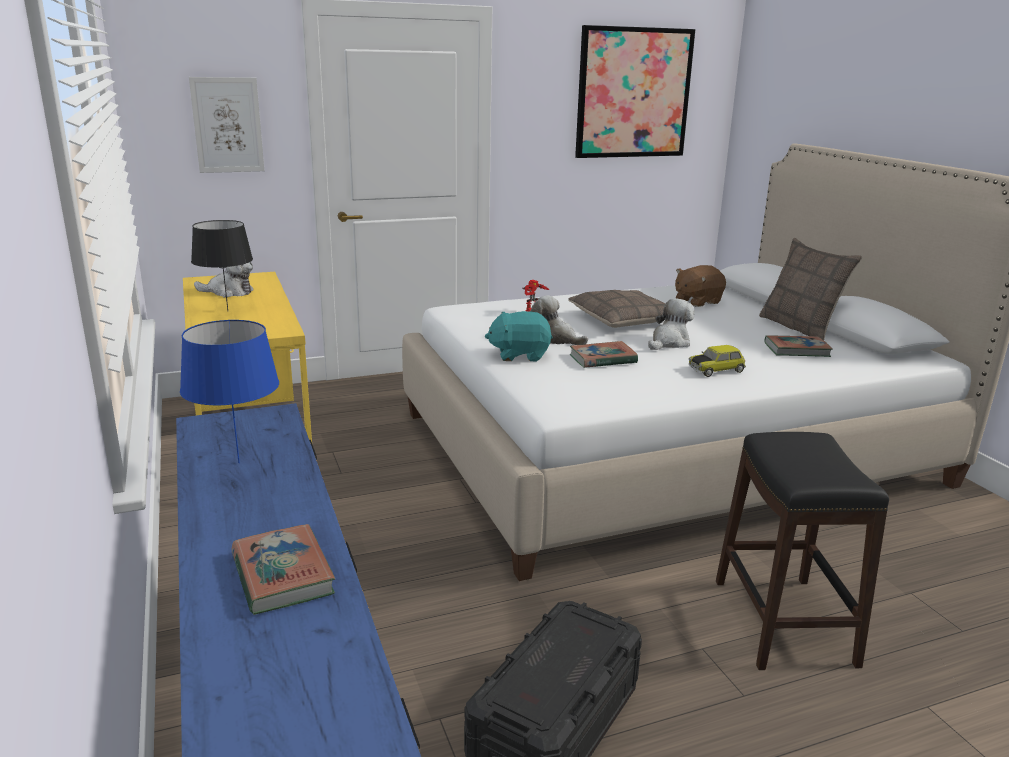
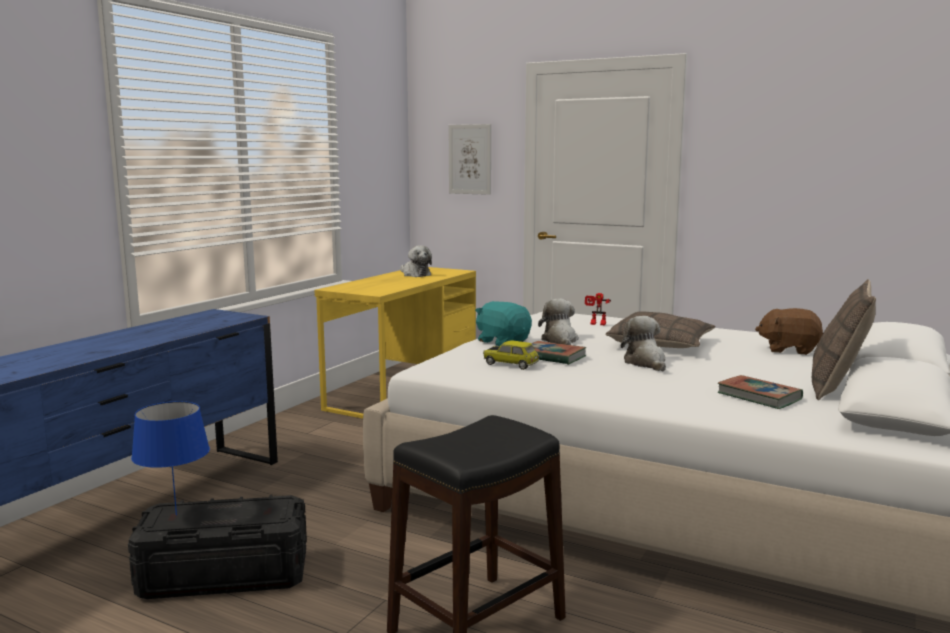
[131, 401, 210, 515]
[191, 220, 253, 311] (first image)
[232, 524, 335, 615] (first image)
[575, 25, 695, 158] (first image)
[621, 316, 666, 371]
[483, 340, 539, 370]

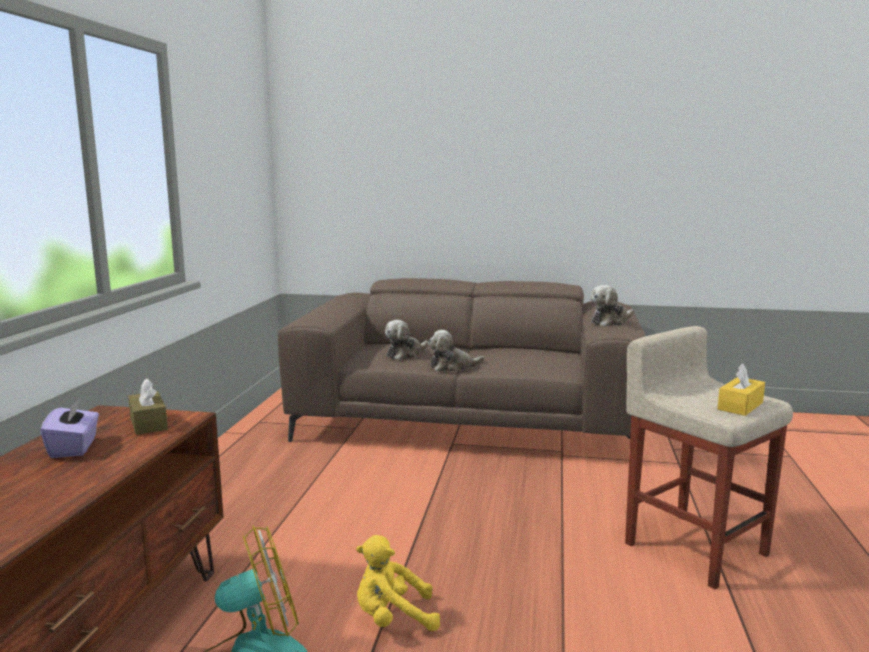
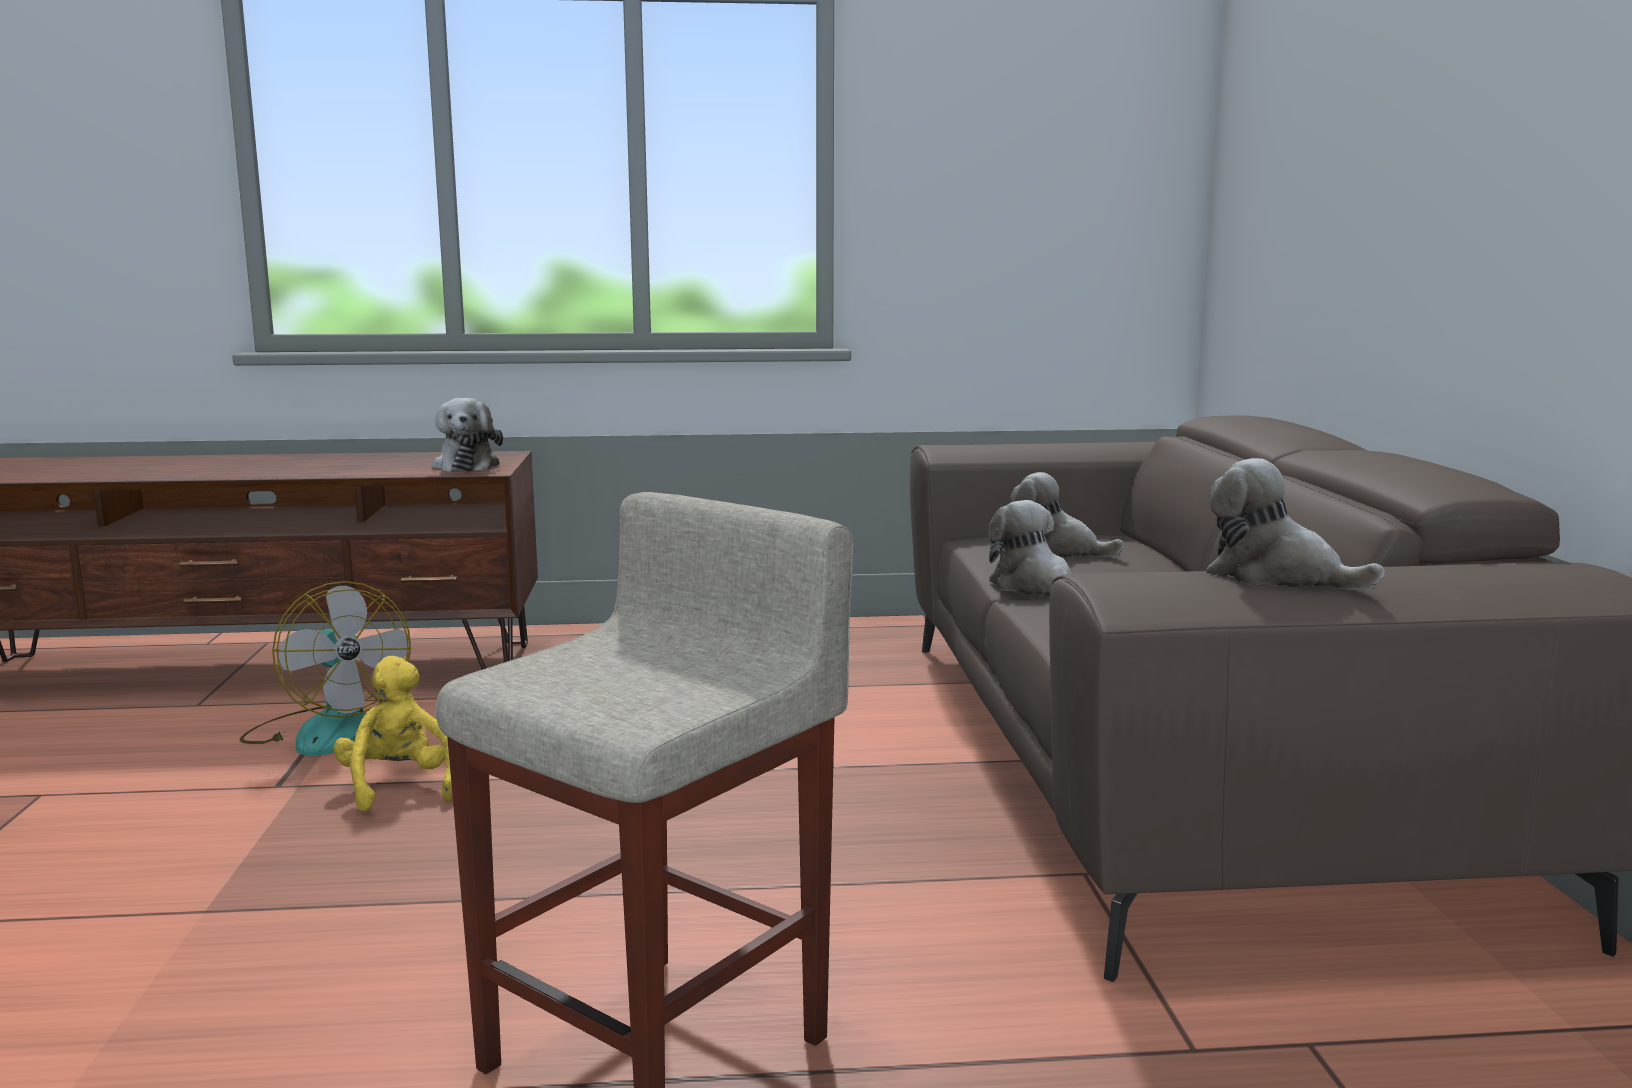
[40, 397, 99, 458] (first image)
[432, 398, 503, 472]
[717, 363, 765, 416] (first image)

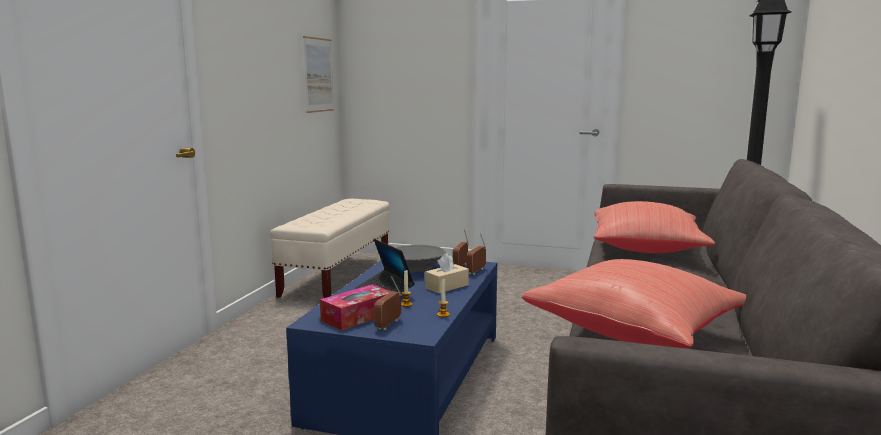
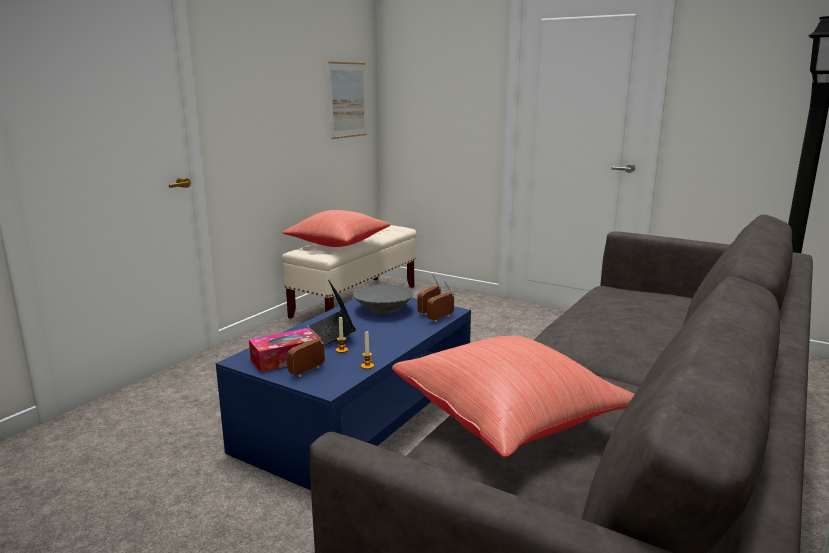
[425, 253, 469, 293] (first image)
[282, 210, 391, 247]

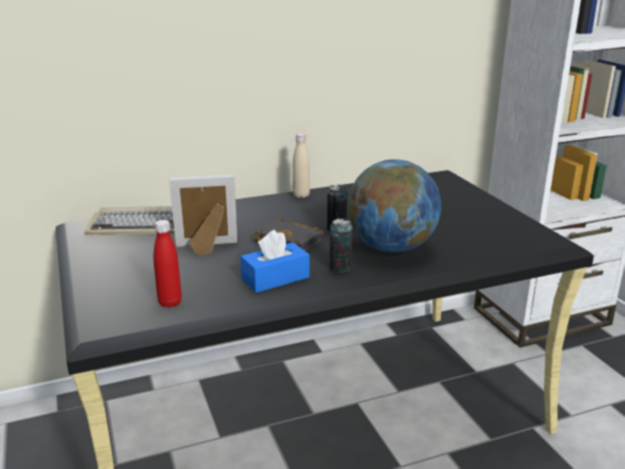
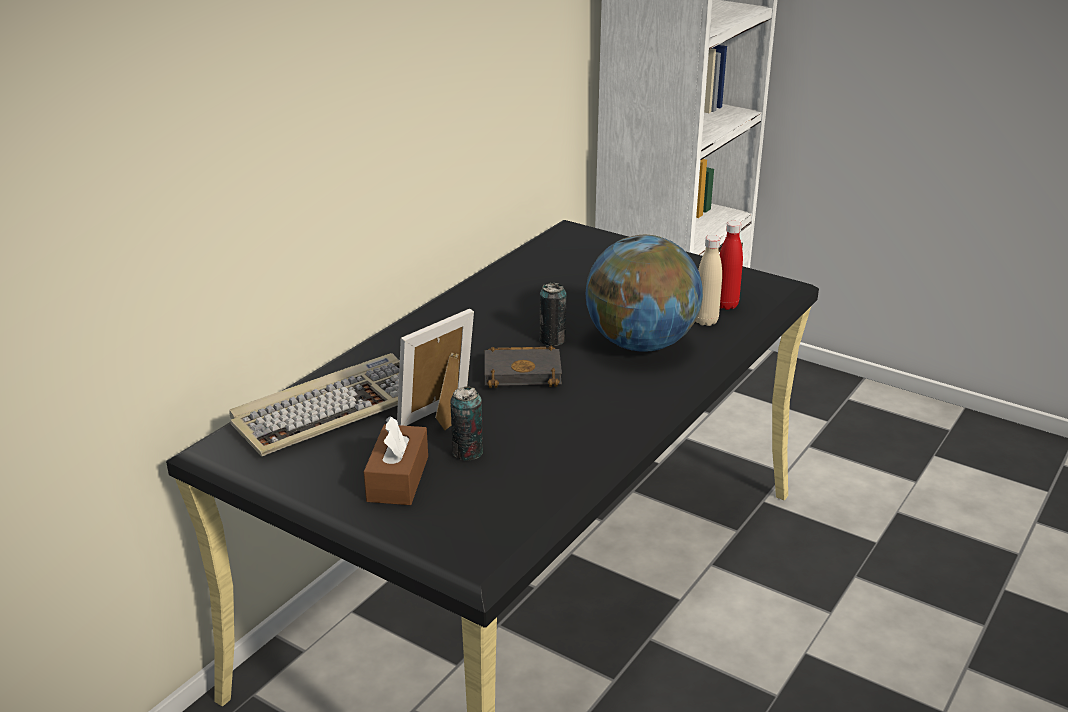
[720, 221, 743, 310]
[240, 230, 309, 293] (first image)
[696, 235, 722, 326]
[450, 386, 483, 461]
[364, 416, 428, 505]

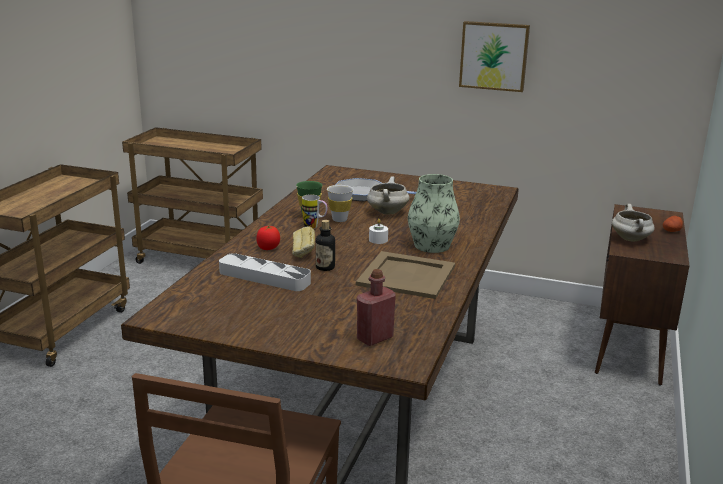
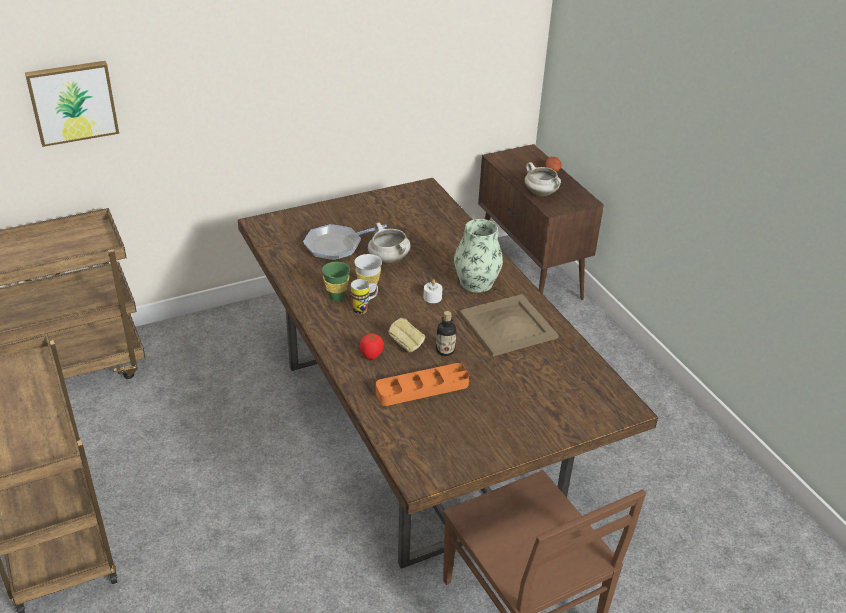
[376, 363, 469, 406]
[357, 269, 396, 346] (first image)
[25, 61, 119, 147]

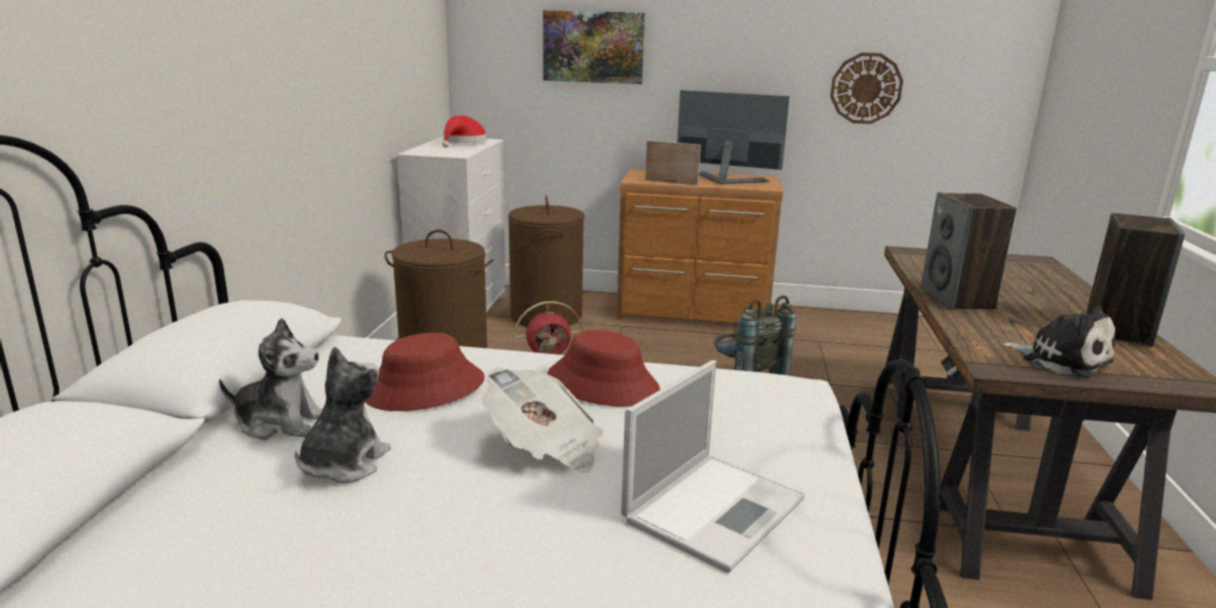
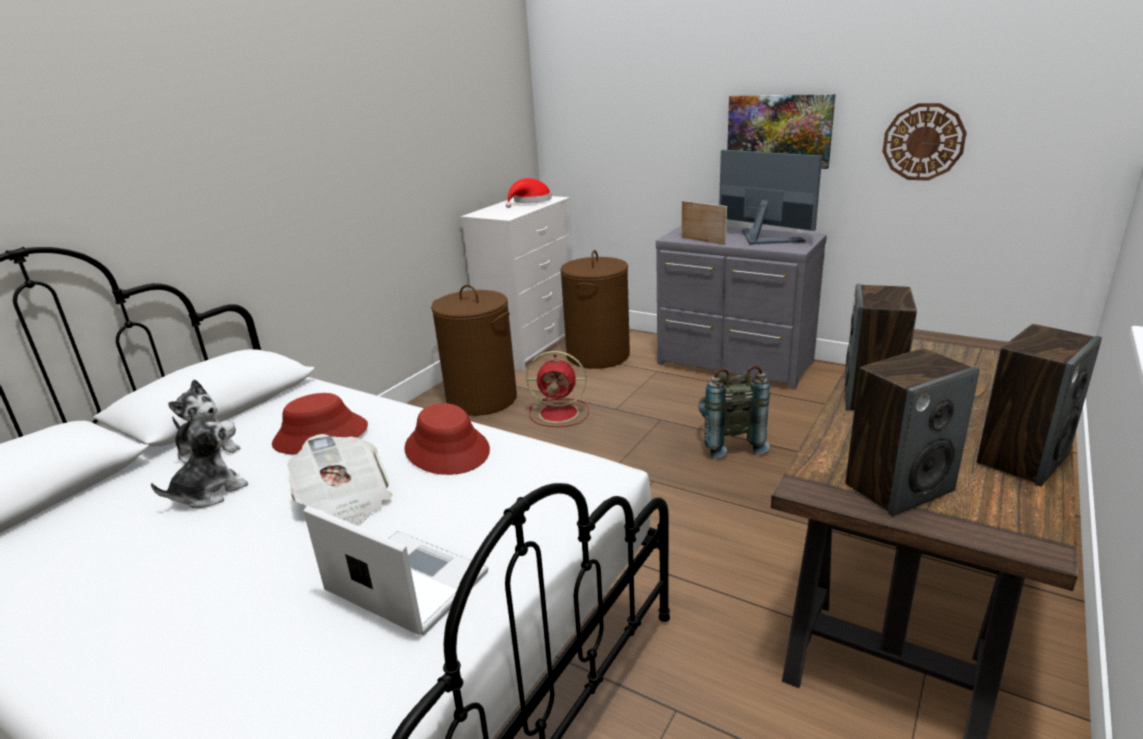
[727, 94, 836, 169]
[656, 225, 827, 390]
[303, 506, 488, 635]
[845, 348, 980, 516]

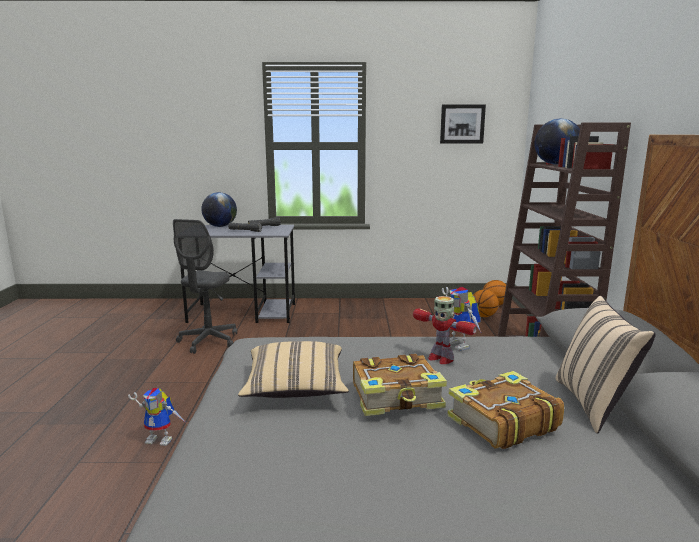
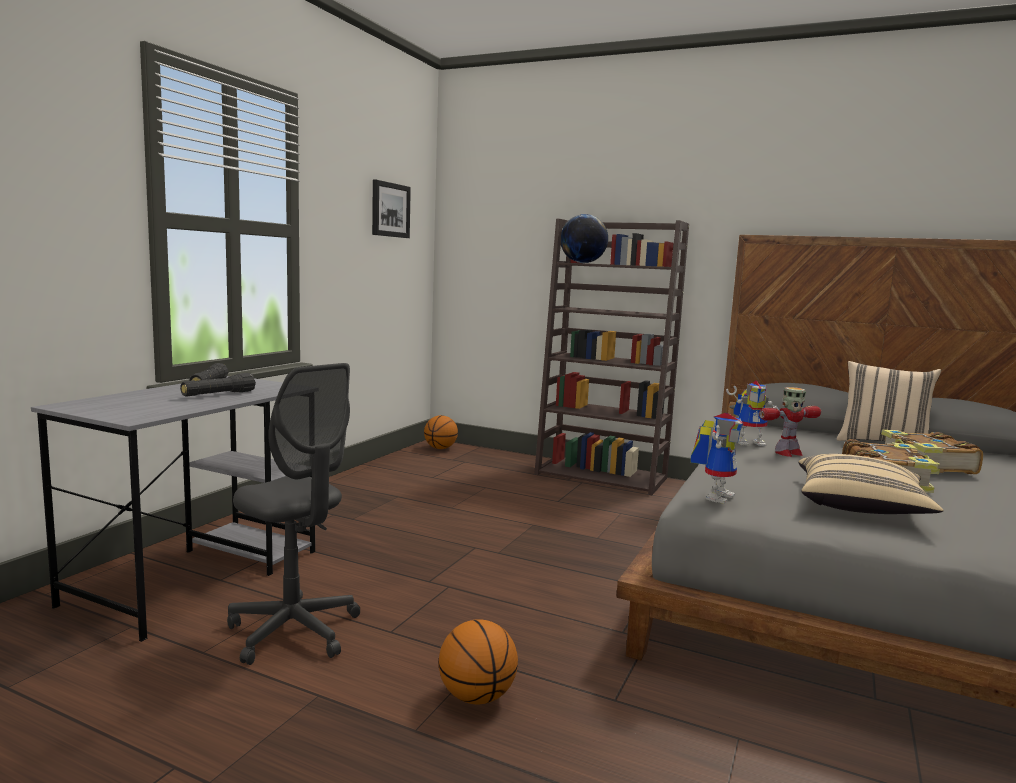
[690, 413, 743, 504]
[202, 192, 237, 227] (first image)
[439, 619, 518, 704]

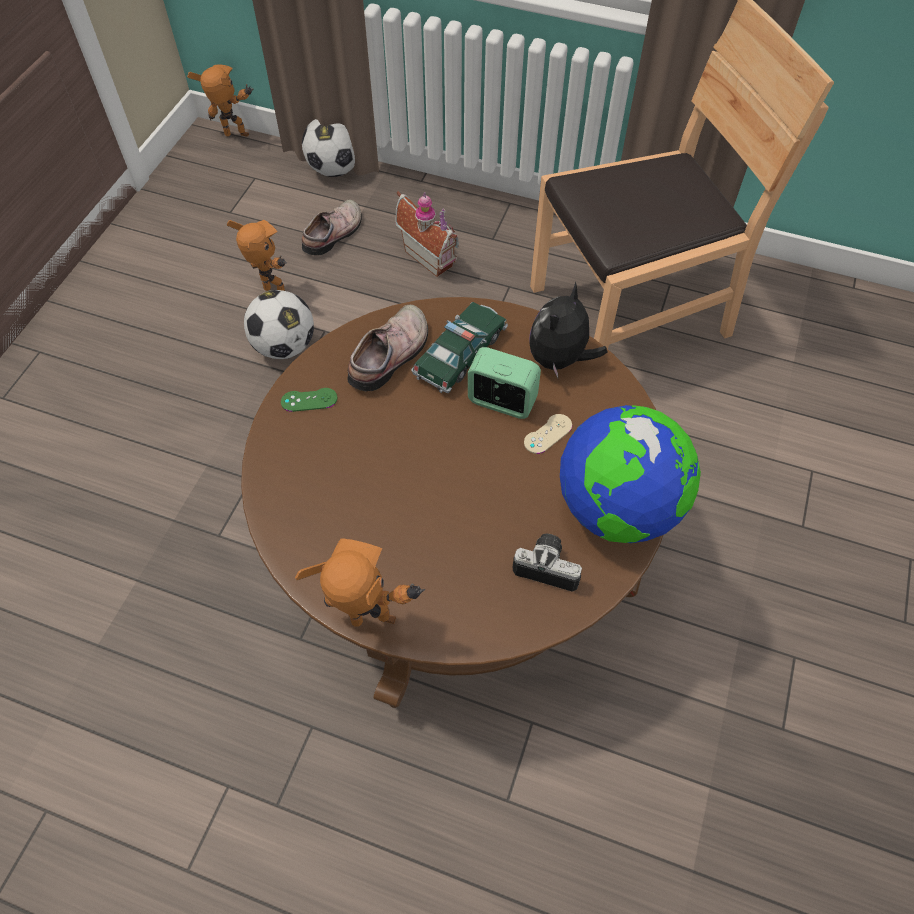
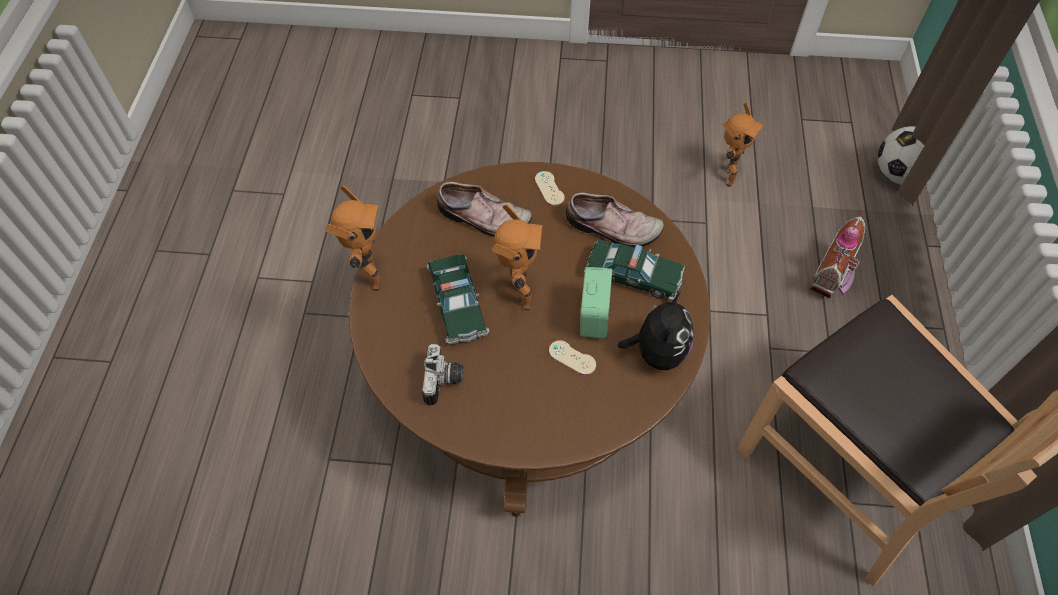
[492, 204, 543, 311]
[244, 290, 314, 359] (first image)
[535, 171, 564, 205]
[437, 182, 532, 237]
[618, 293, 694, 370]
[560, 405, 701, 543] (first image)
[427, 254, 489, 345]

